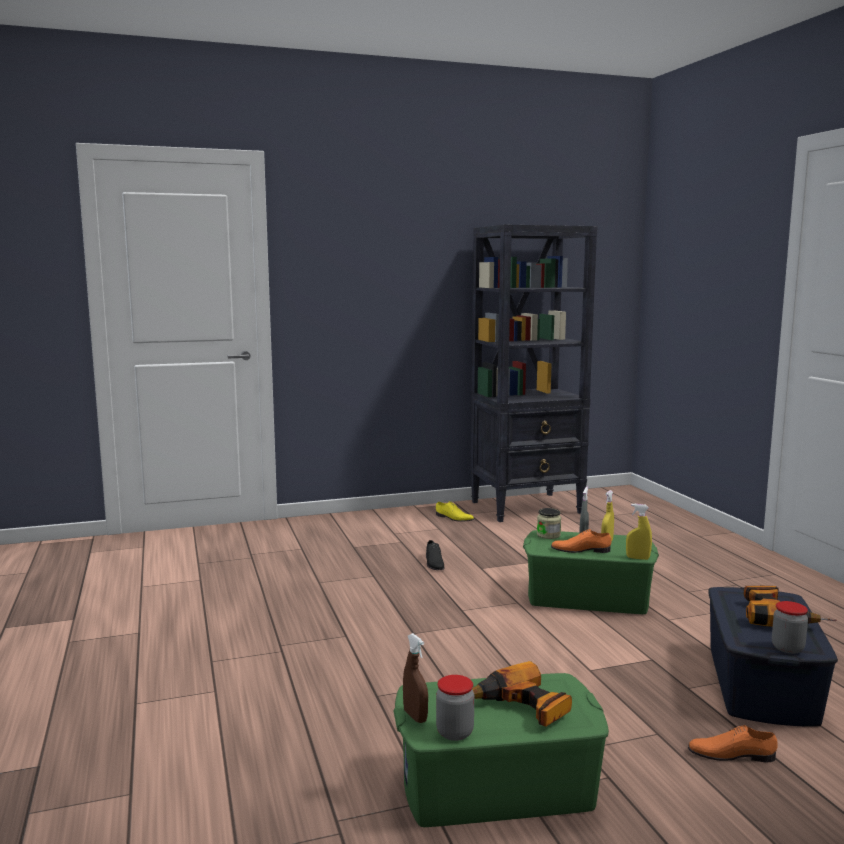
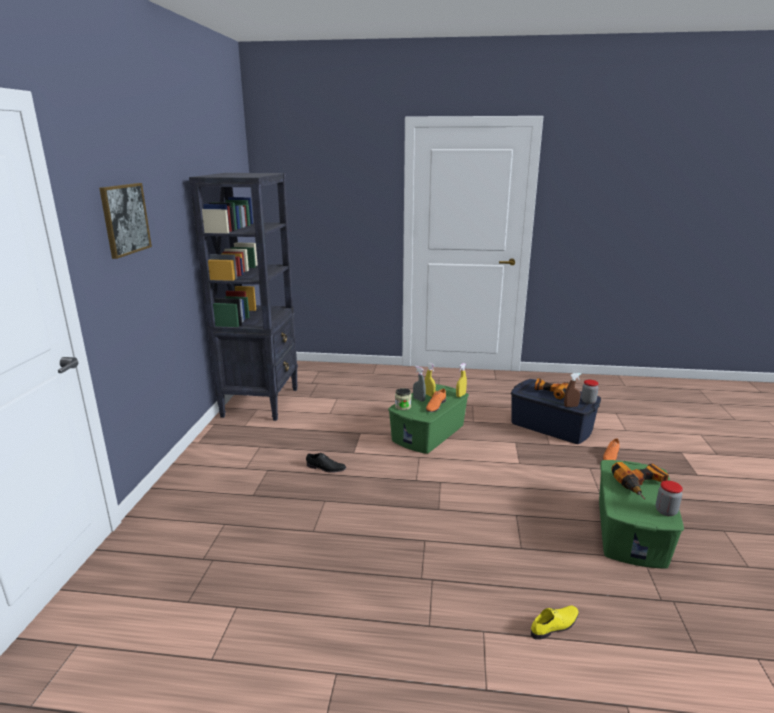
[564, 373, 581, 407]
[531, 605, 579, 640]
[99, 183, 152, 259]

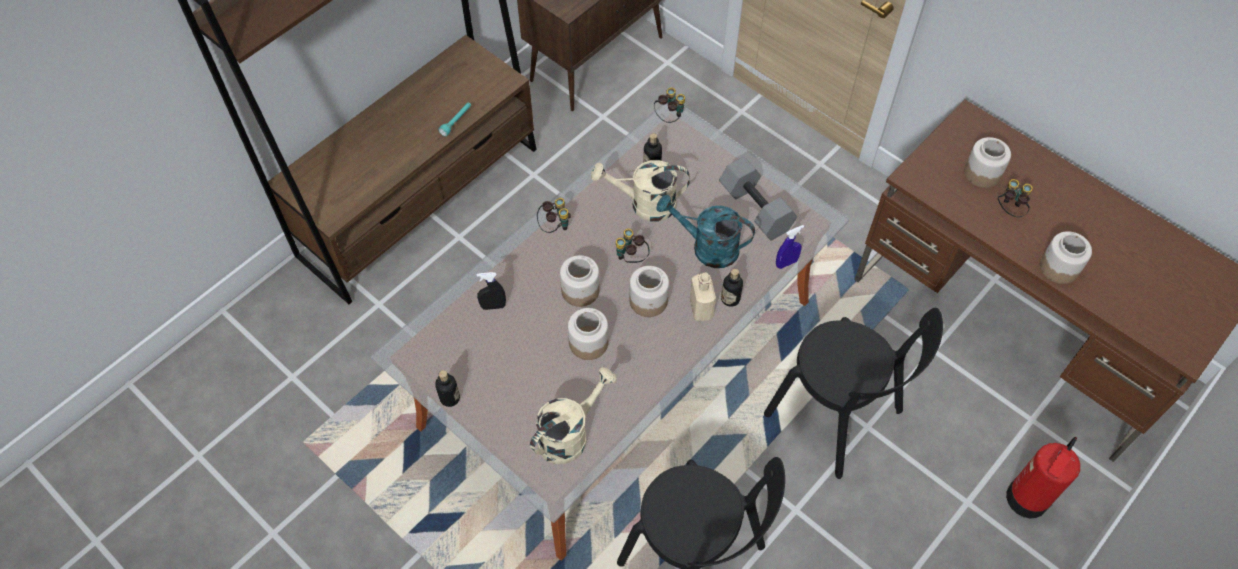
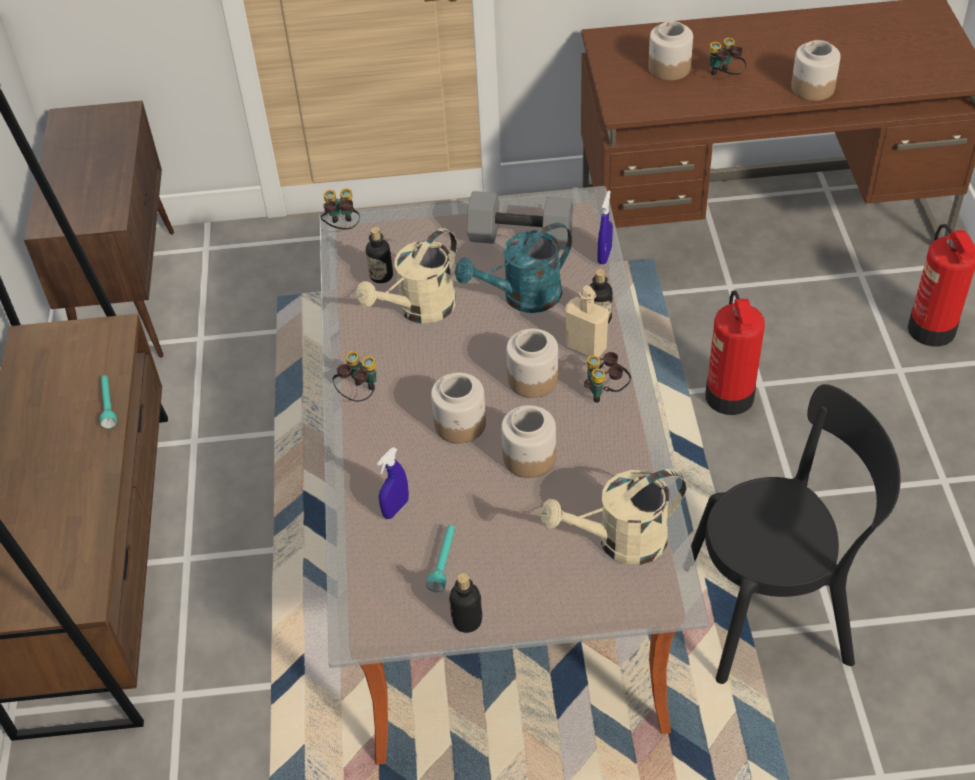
[377, 447, 409, 519]
[540, 469, 686, 565]
[584, 352, 631, 403]
[705, 291, 765, 415]
[426, 525, 455, 592]

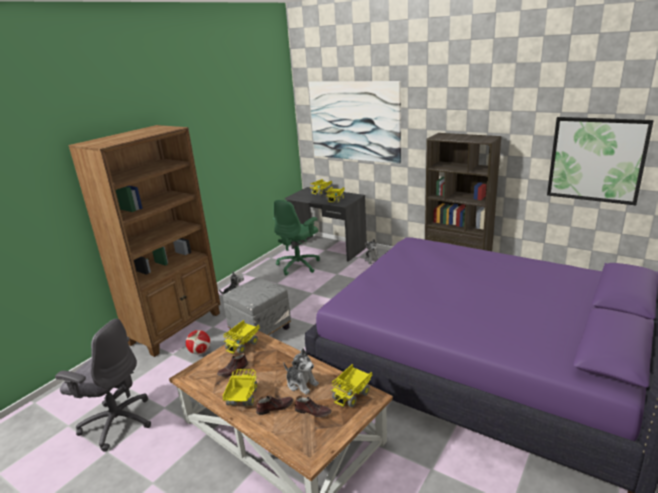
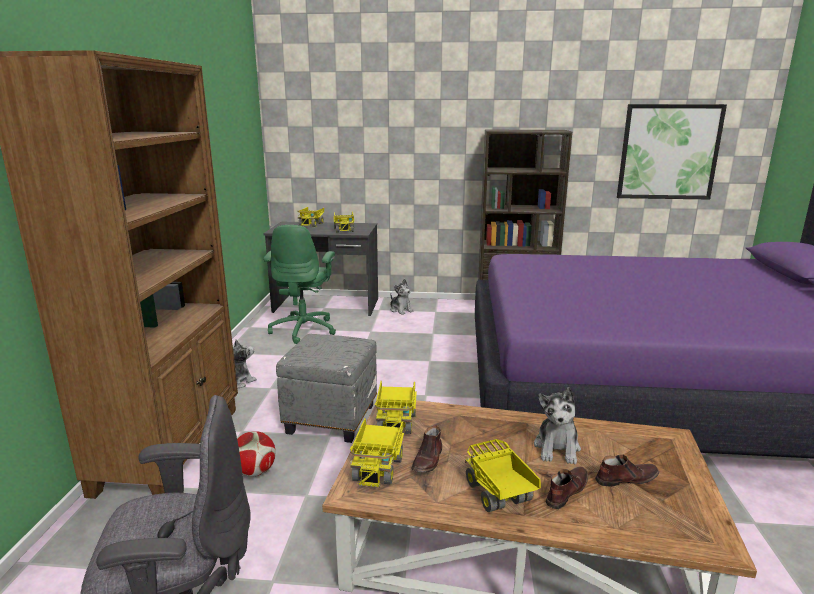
[534, 387, 581, 464]
[309, 81, 401, 164] (first image)
[349, 418, 404, 488]

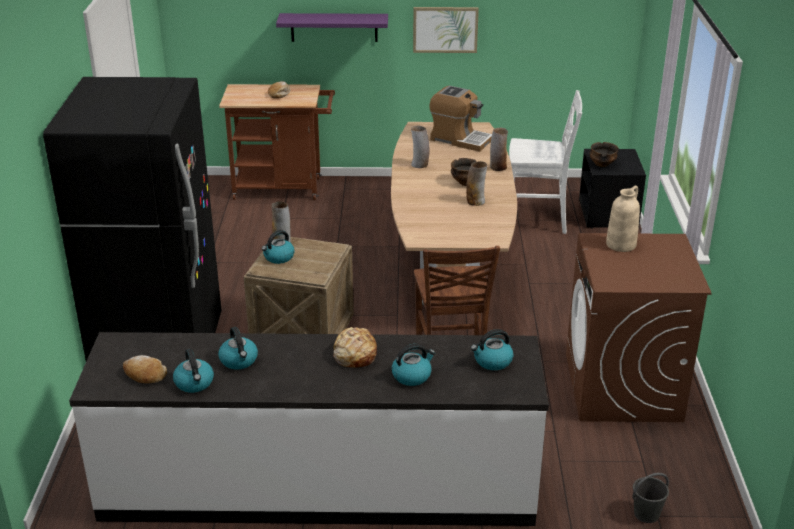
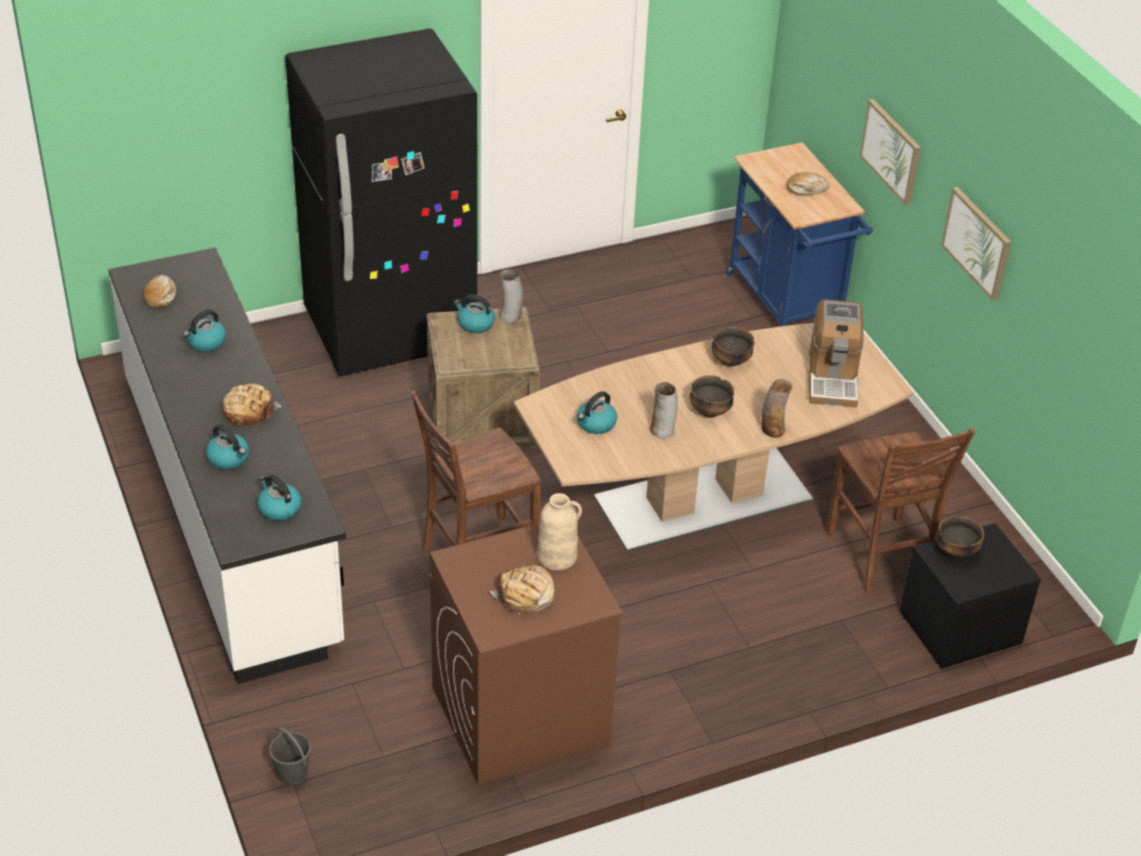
[577, 391, 617, 434]
[726, 142, 873, 327]
[860, 99, 921, 205]
[711, 327, 755, 367]
[826, 428, 975, 593]
[490, 565, 555, 614]

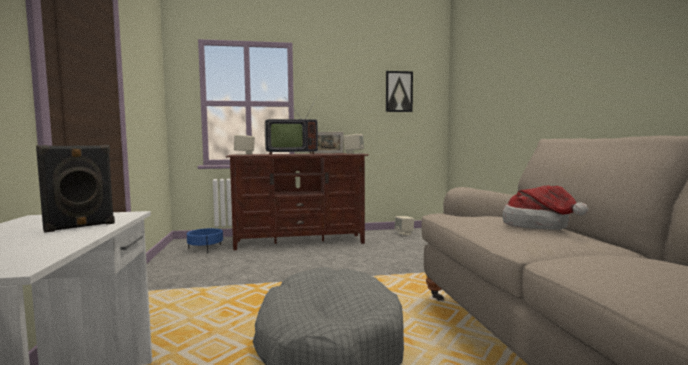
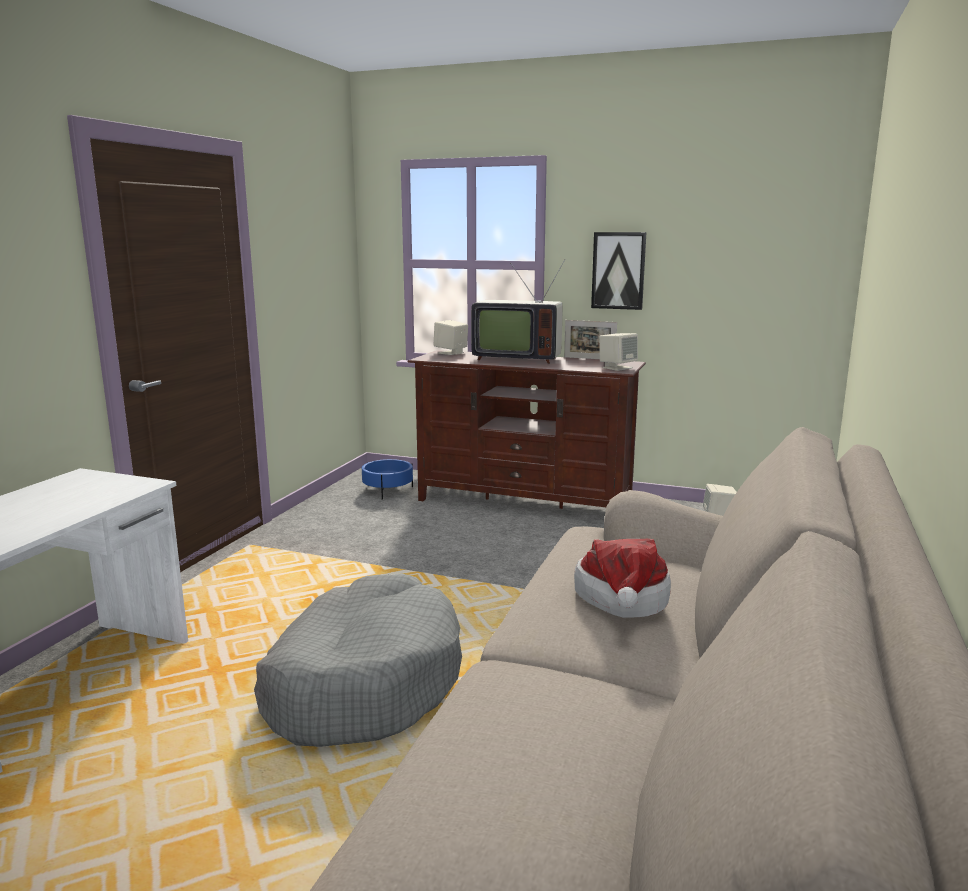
[36, 145, 115, 233] (first image)
[591, 232, 646, 310]

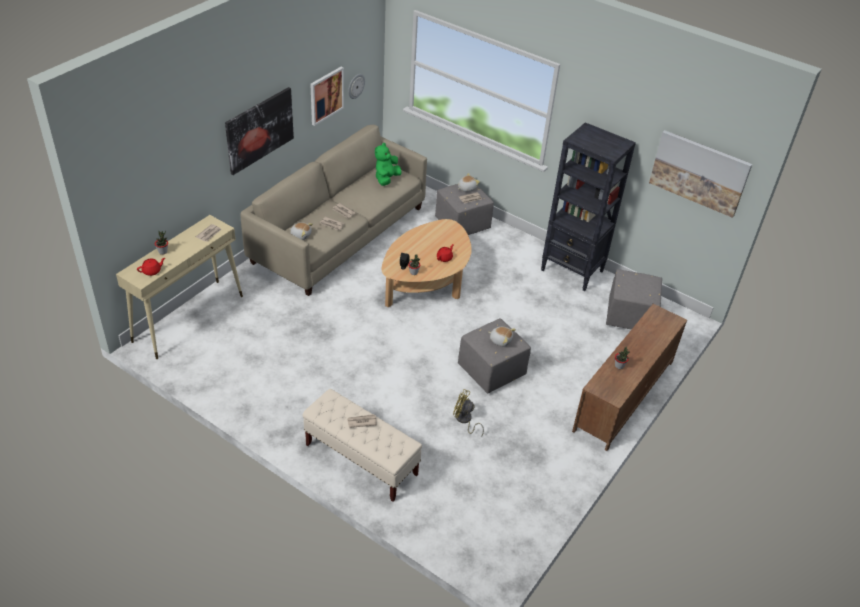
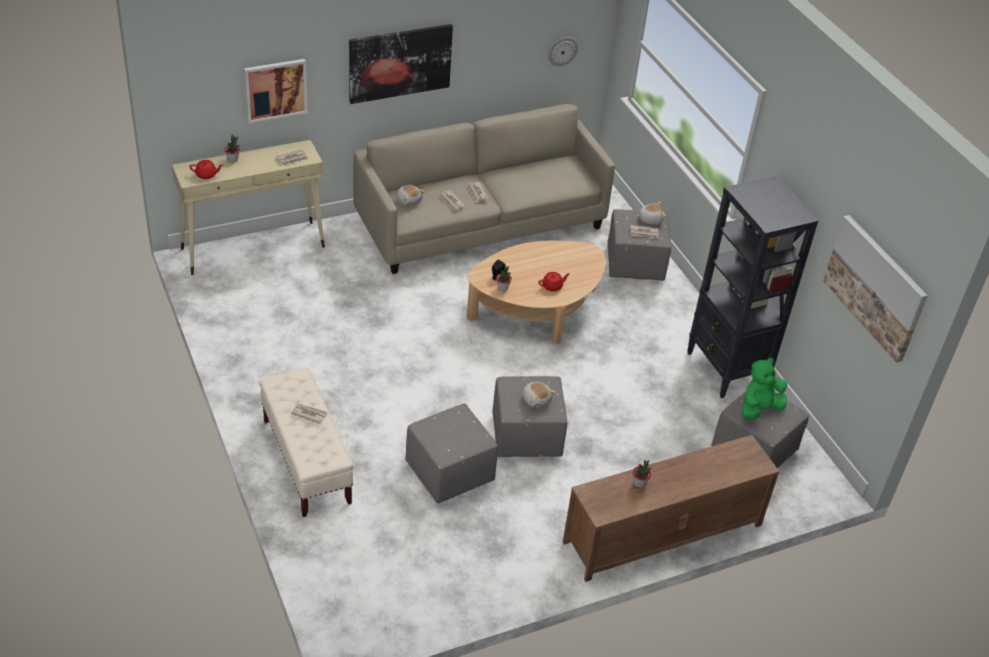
[244, 59, 307, 123]
[742, 358, 788, 419]
[405, 404, 498, 503]

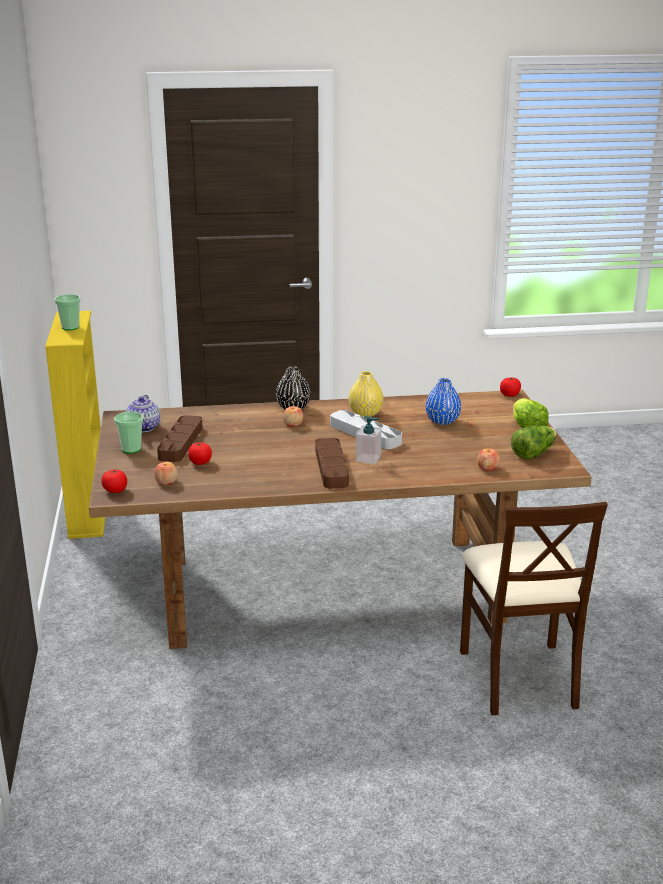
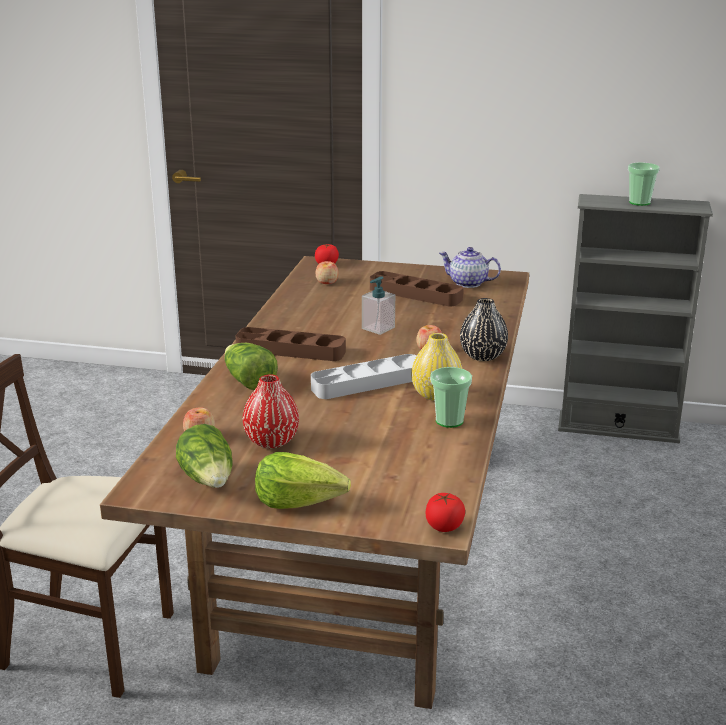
[558, 194, 713, 443]
[430, 367, 472, 428]
[188, 443, 212, 465] (first image)
[362, 276, 395, 335]
[426, 378, 461, 425] (first image)
[224, 343, 278, 390]
[243, 375, 299, 448]

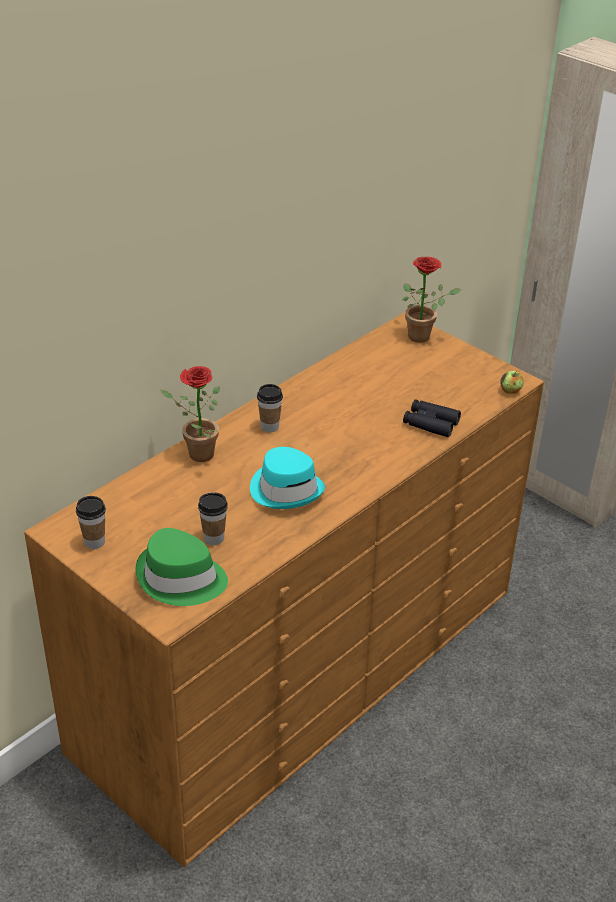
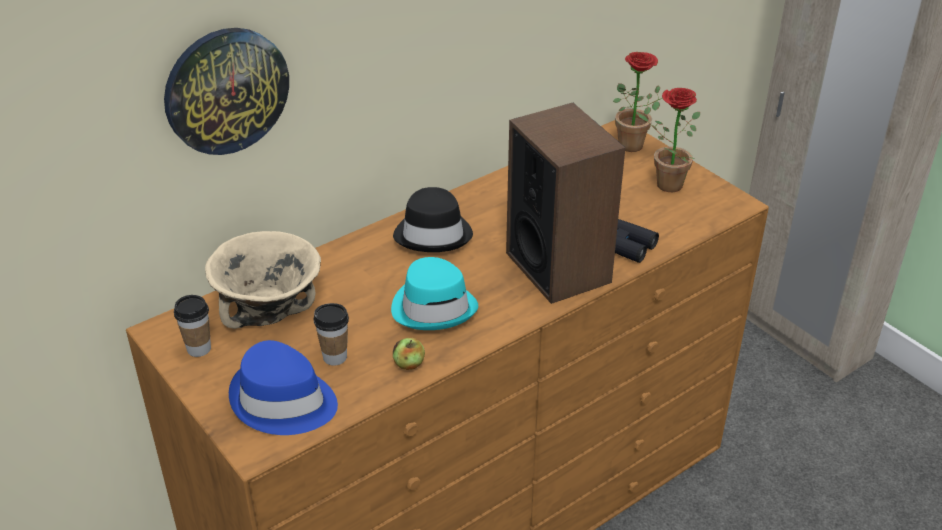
[229, 340, 338, 435]
[636, 88, 700, 192]
[393, 187, 473, 252]
[393, 338, 425, 370]
[164, 28, 289, 155]
[205, 231, 321, 329]
[506, 103, 625, 304]

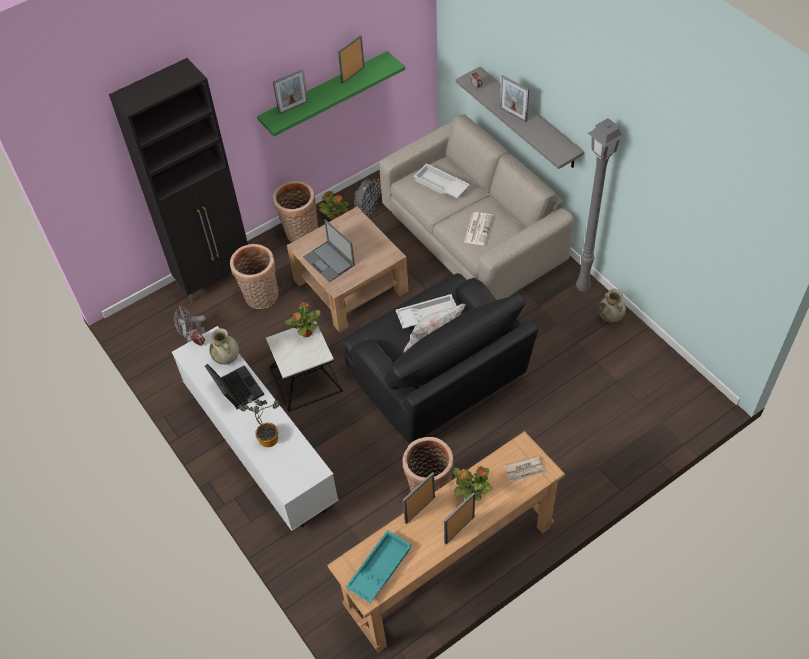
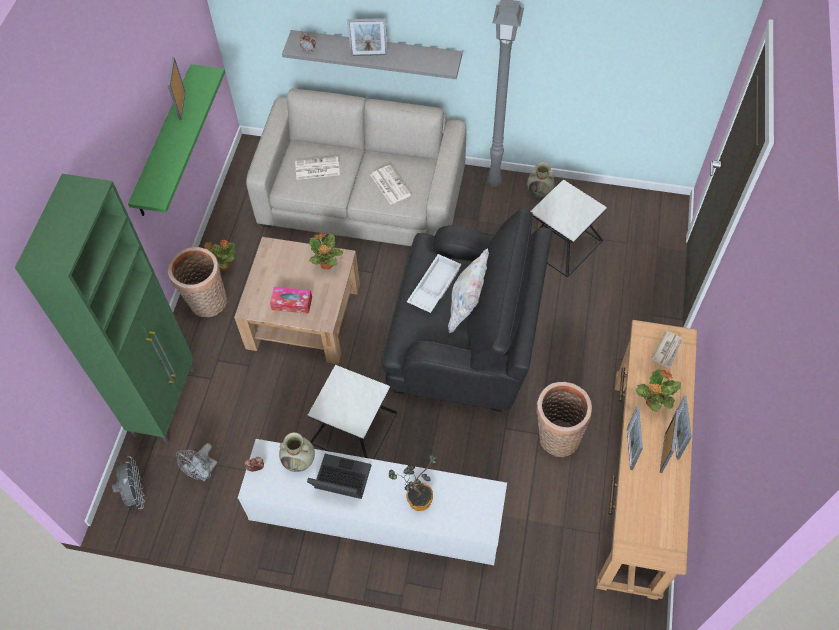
[15, 174, 194, 443]
[230, 244, 279, 309] (first image)
[660, 410, 679, 473]
[309, 233, 343, 269]
[270, 287, 312, 314]
[346, 530, 412, 603] (first image)
[112, 456, 145, 509]
[295, 157, 340, 180]
[531, 180, 607, 278]

